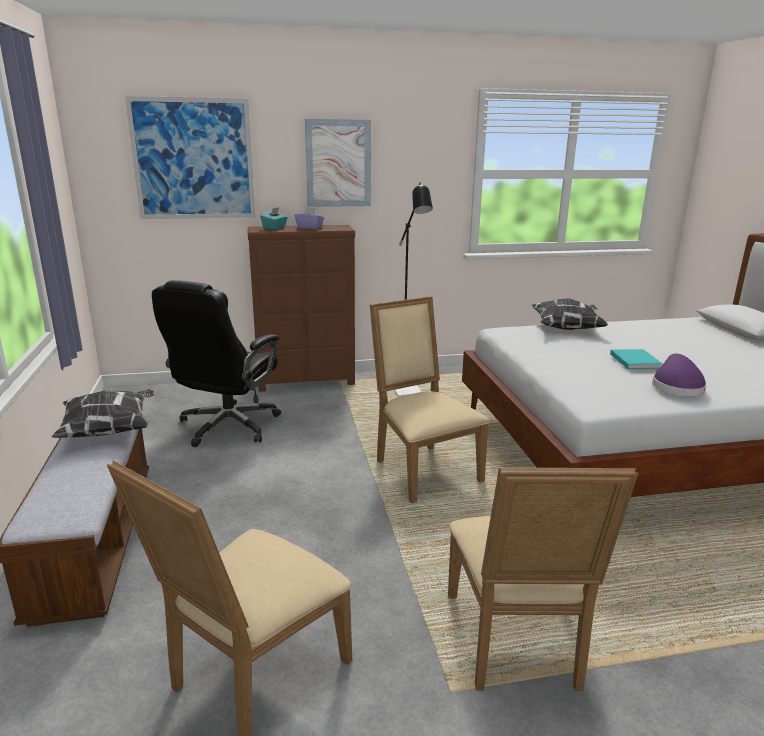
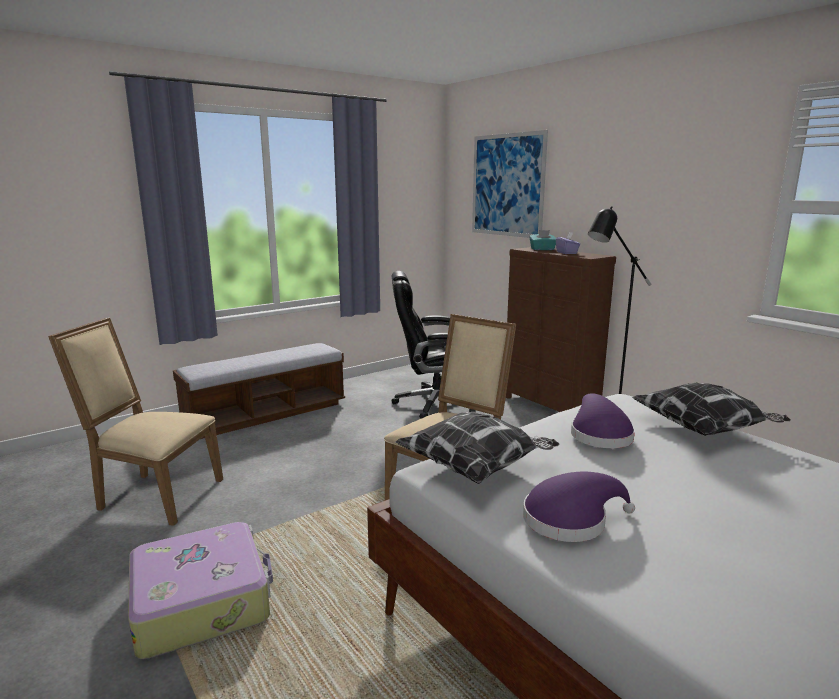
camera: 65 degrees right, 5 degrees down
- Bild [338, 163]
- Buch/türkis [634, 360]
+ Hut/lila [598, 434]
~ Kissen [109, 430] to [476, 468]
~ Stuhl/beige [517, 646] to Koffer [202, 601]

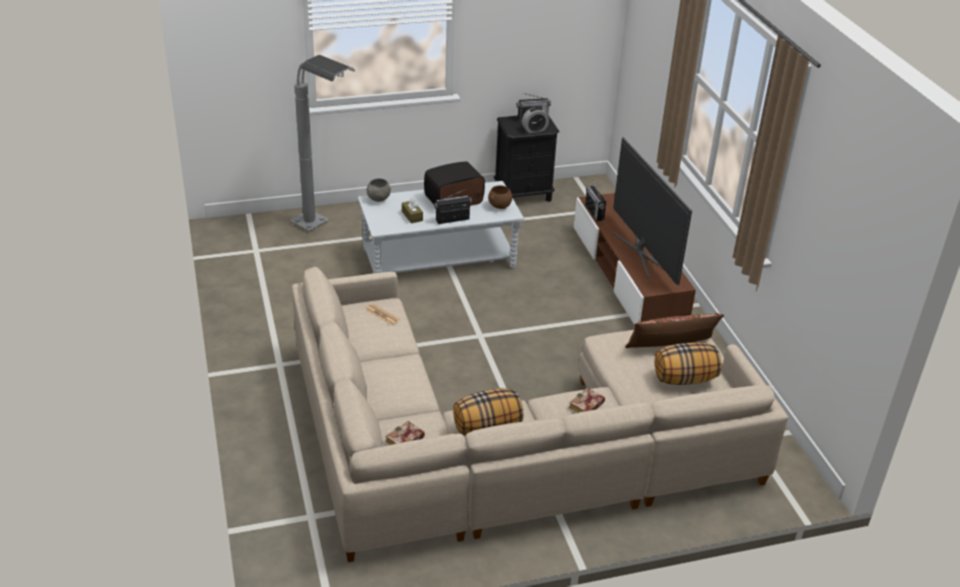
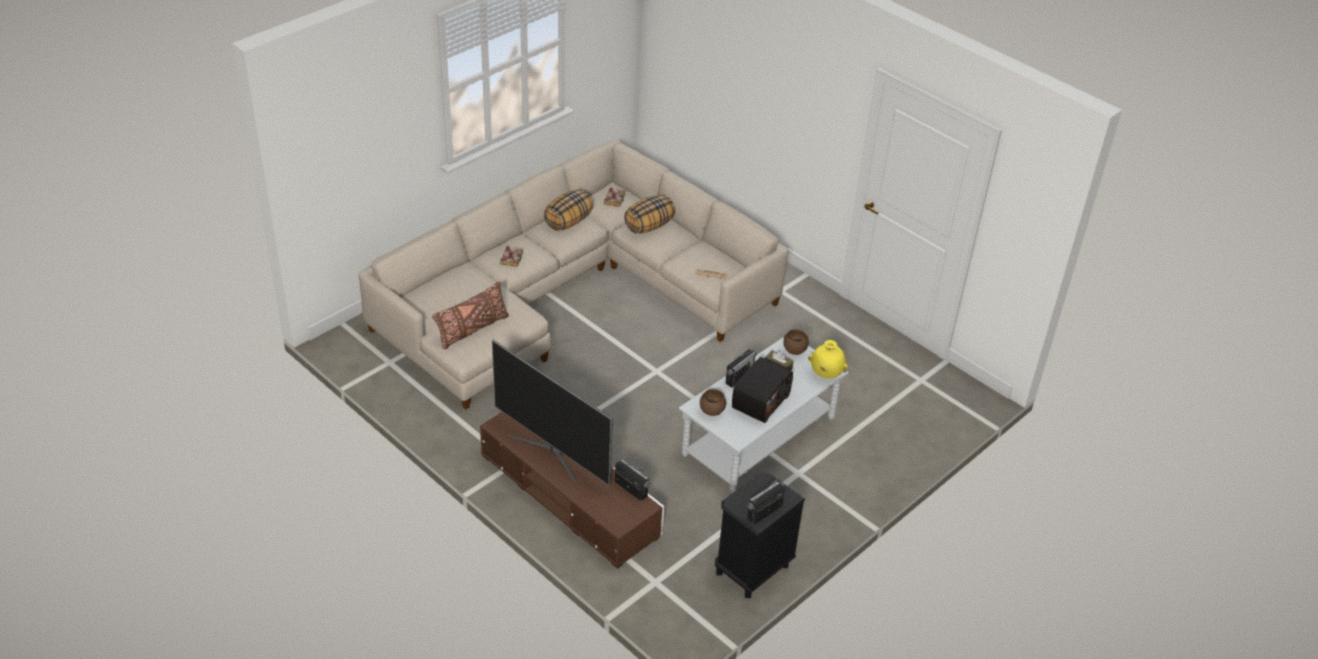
camera: 150 degrees right, 5 degrees up
- Stehlampe/grau [324, 230]
- Wecker [534, 129]
+ Schüssel/braun [794, 350]
~ Kissen [684, 379] to [649, 226]
~ Schüssel/grau [379, 199] to Vase/gelb [825, 374]

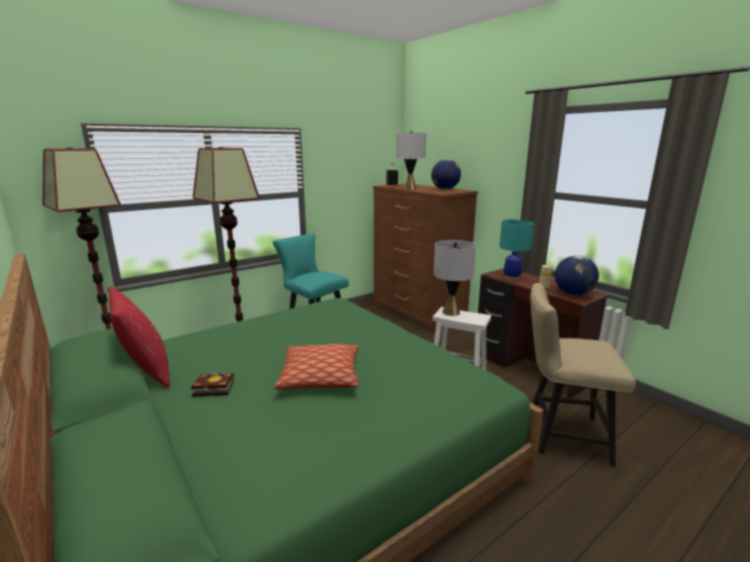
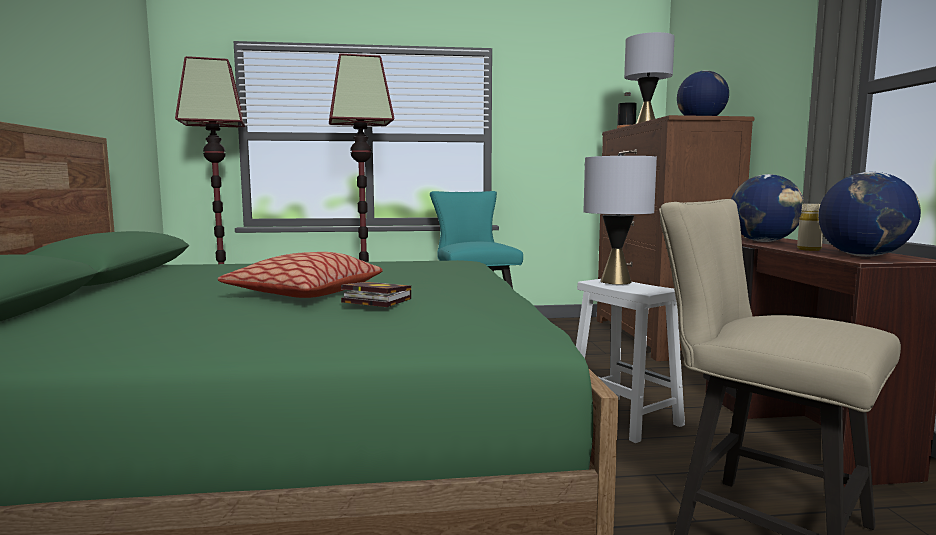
camera: 30 degrees right, 10 degrees down
- Kissen/rot [146, 372]
~ Buch [211, 388] to [373, 300]
~ Tischlampe/türkis [511, 277] to Globus [764, 241]

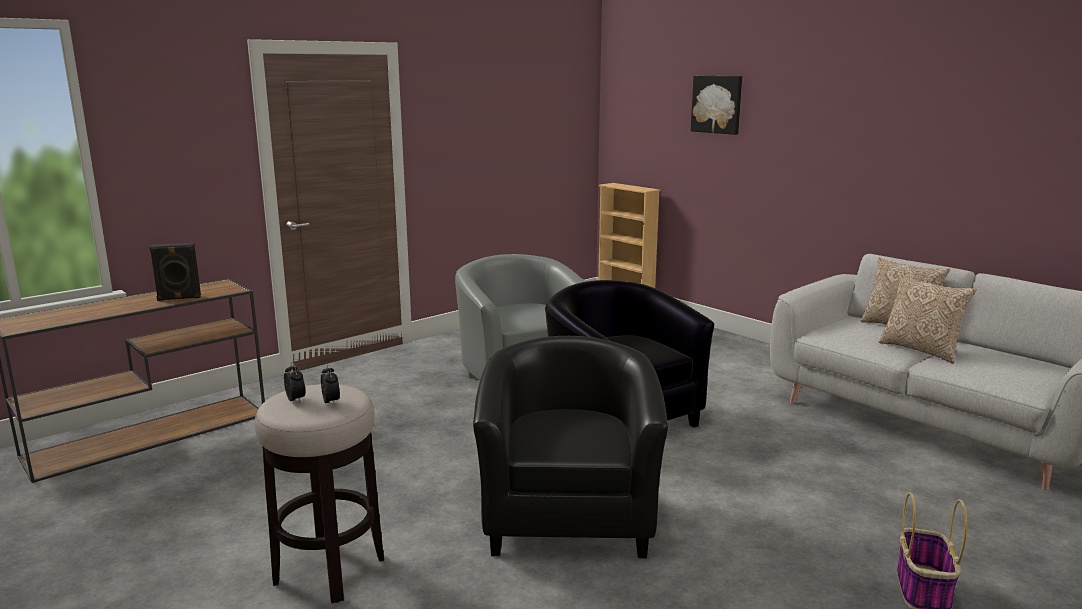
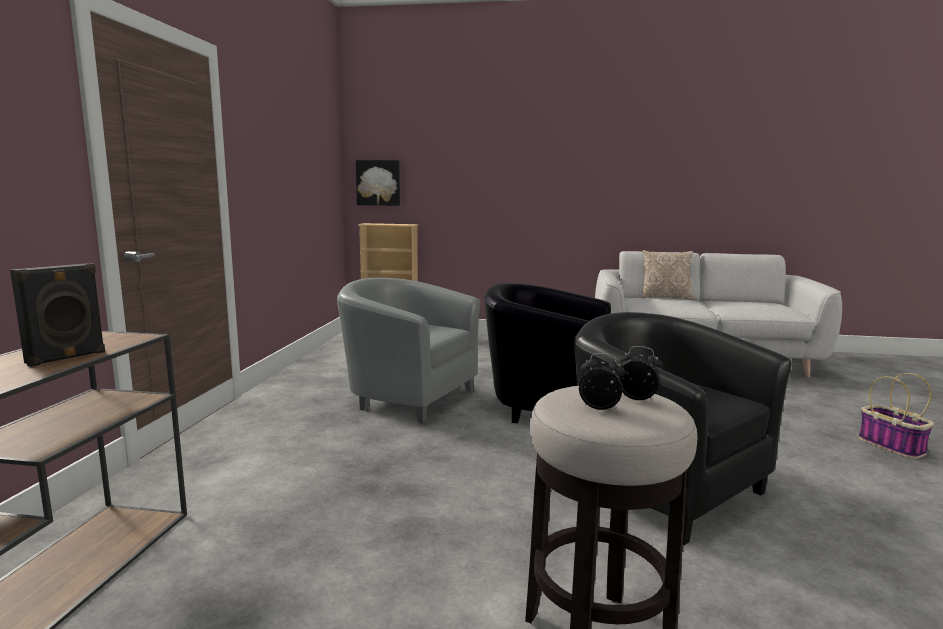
camera: 40 degrees left, 5 degrees down
- Kissen [921, 350]
~ Bild [717, 104] to [378, 183]

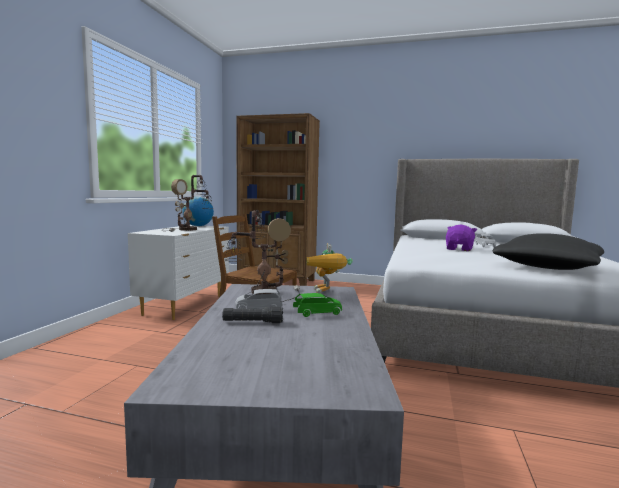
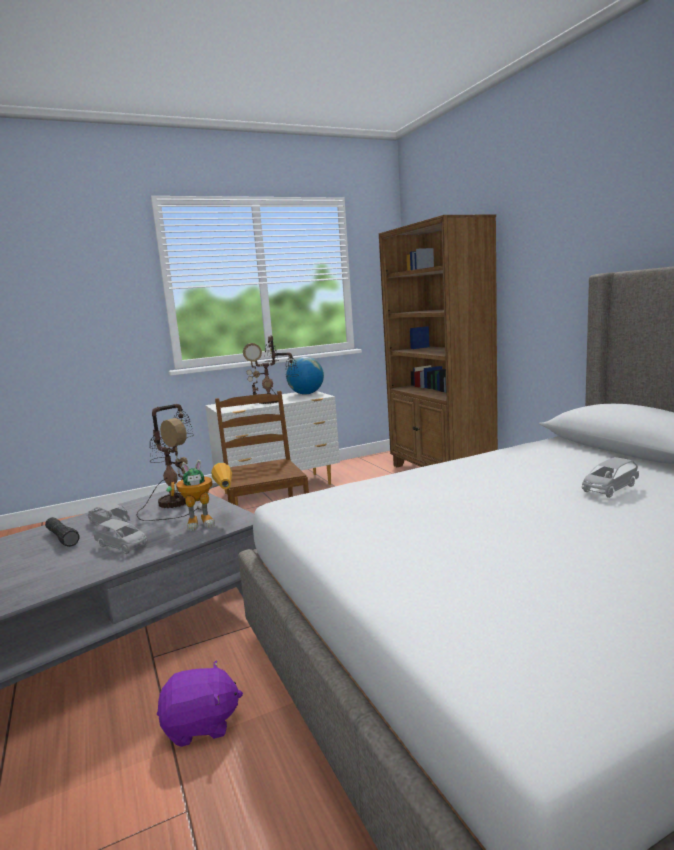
camera: 50 degrees right, 5 degrees up
- Kissen/schwarz [547, 267]
~ Plüschtier/lila [459, 249] to [201, 725]
~ Spielzeugauto/grün [318, 313] to Spielzeugauto/grau [122, 546]
~ Spielzeugroboter [327, 293] = [211, 521] 150 degrees counterclockwise

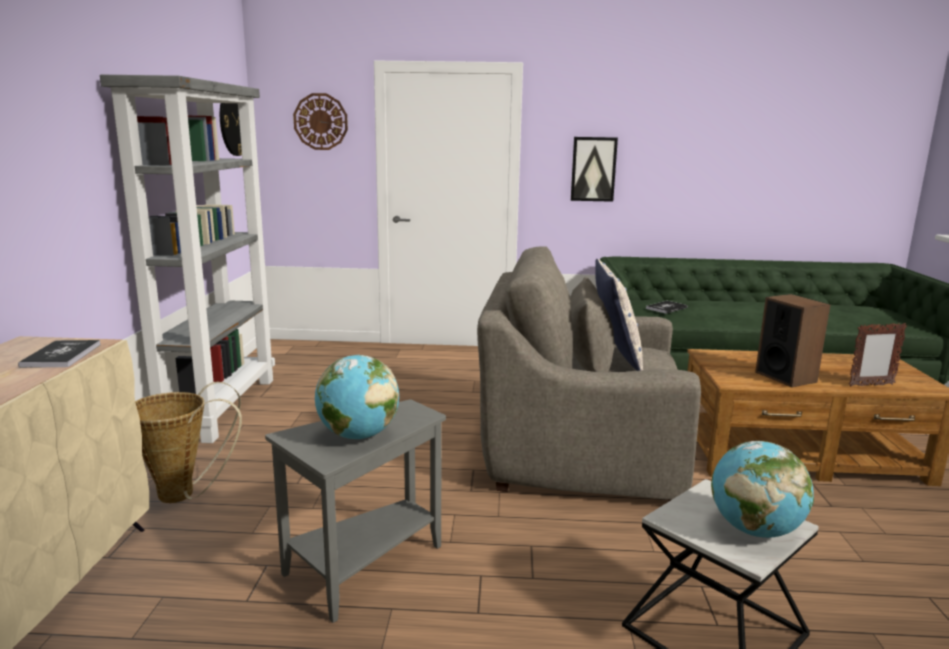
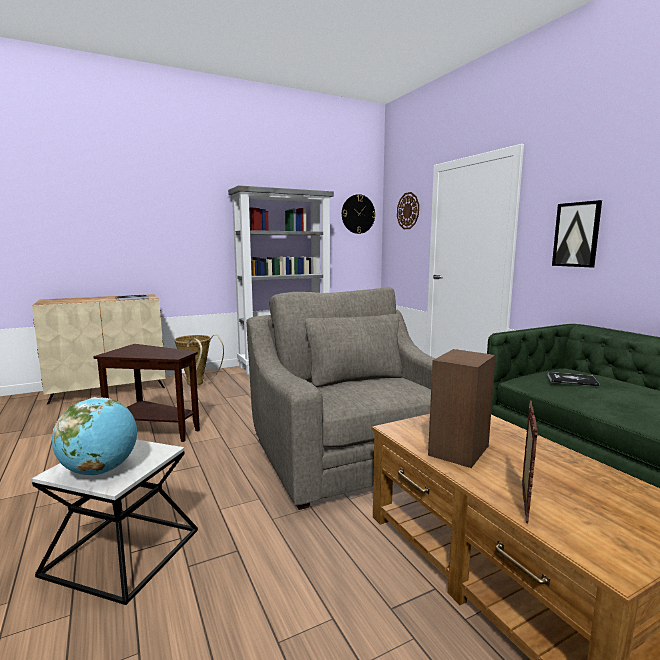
camera: 60 degrees right, 5 degrees down
- Globus [358, 436]
- Kissen [615, 358]
~ Beistelltisch/grau [362, 569] to Beistelltisch/braun [153, 431]
~ Bilderrahmen [870, 385] = [524, 503] 120 degrees counterclockwise

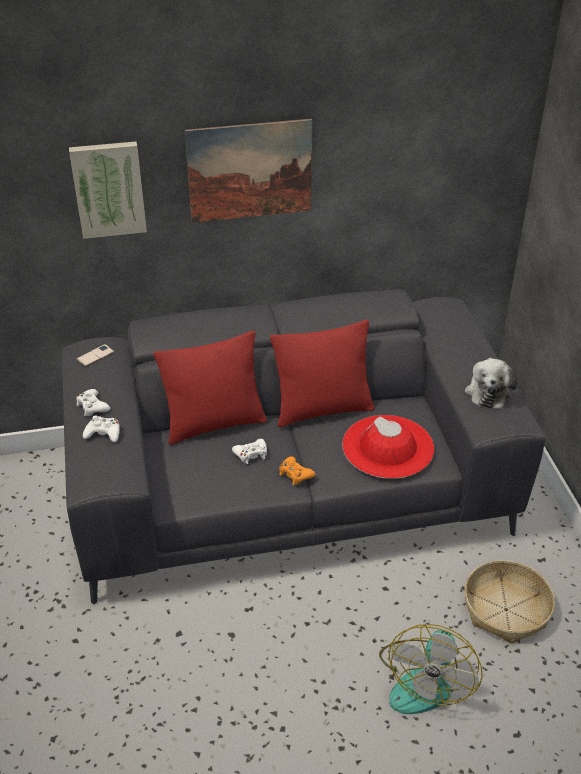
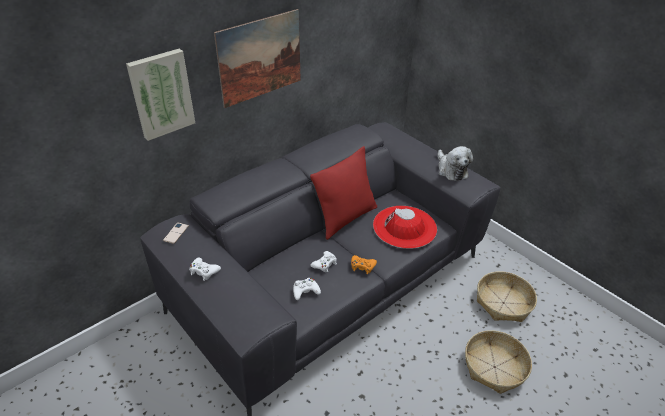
camera: 30 degrees left, 0 degrees up
- Kissen/rot [214, 424]
~ Gamepad/weiß [103, 433] to [305, 291]
~ Ventilator [424, 679] to Korb [494, 367]

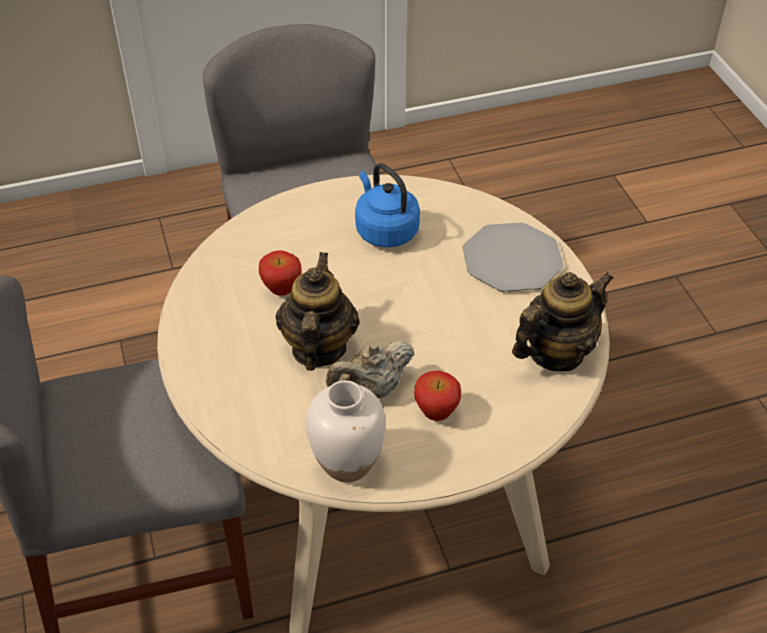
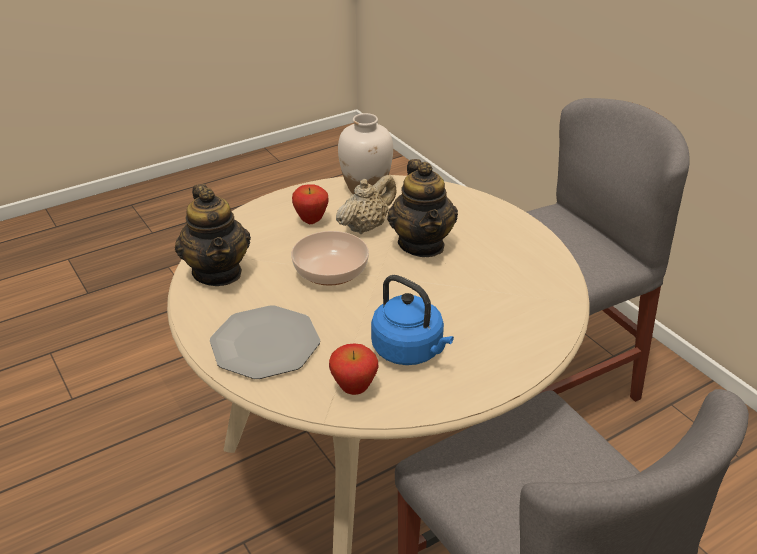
camera: 165 degrees right, 10 degrees down
+ Schüssel [331, 272]
~ Apfel [282, 290] to [354, 389]
~ Teekanne [556, 352] = [218, 272] 60 degrees counterclockwise

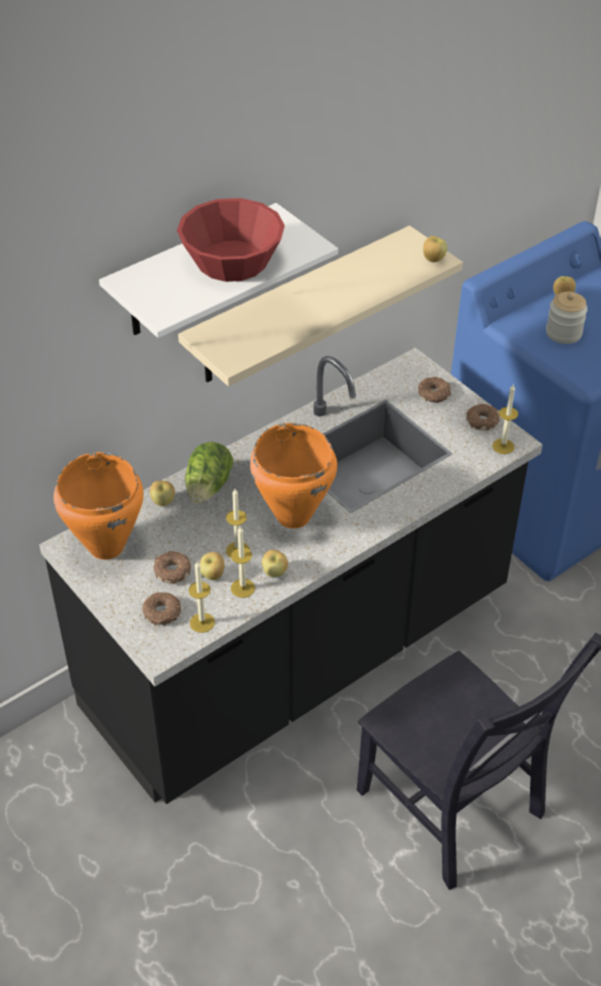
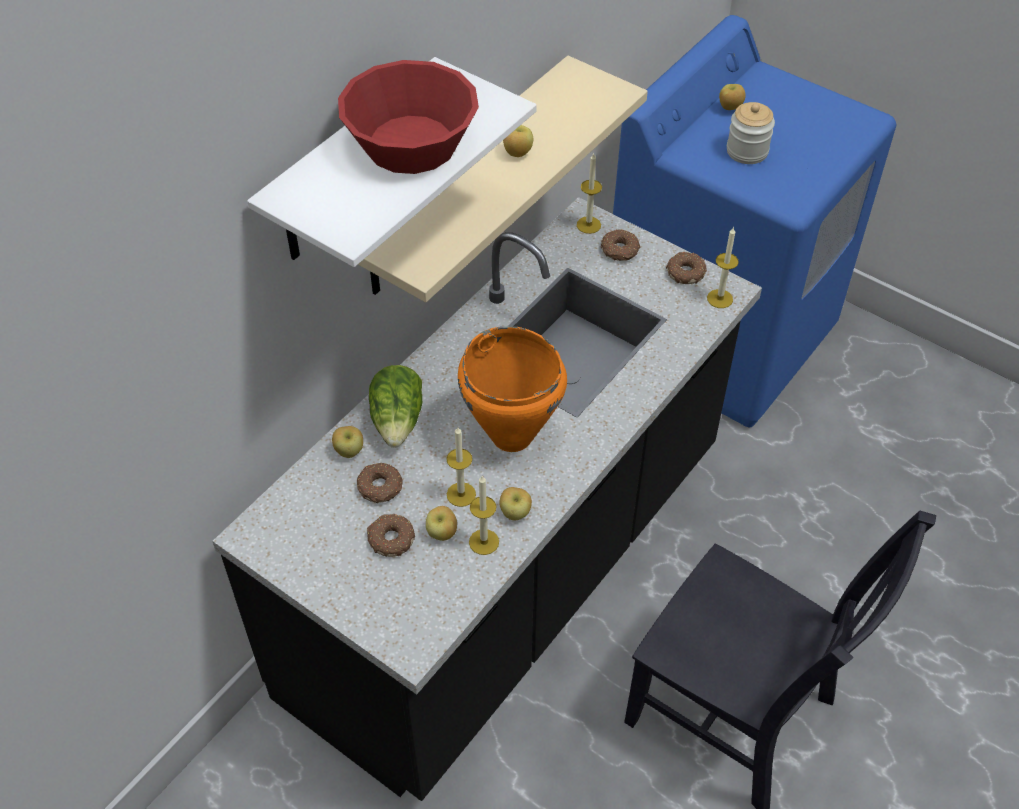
camera: 15 degrees left, 5 degrees up
- Kochtopf/orange [106, 547]
~ Donut [162, 613] to [381, 488]
~ Kerze [202, 622] to [588, 225]
~ Apfel [433, 259] to [517, 153]

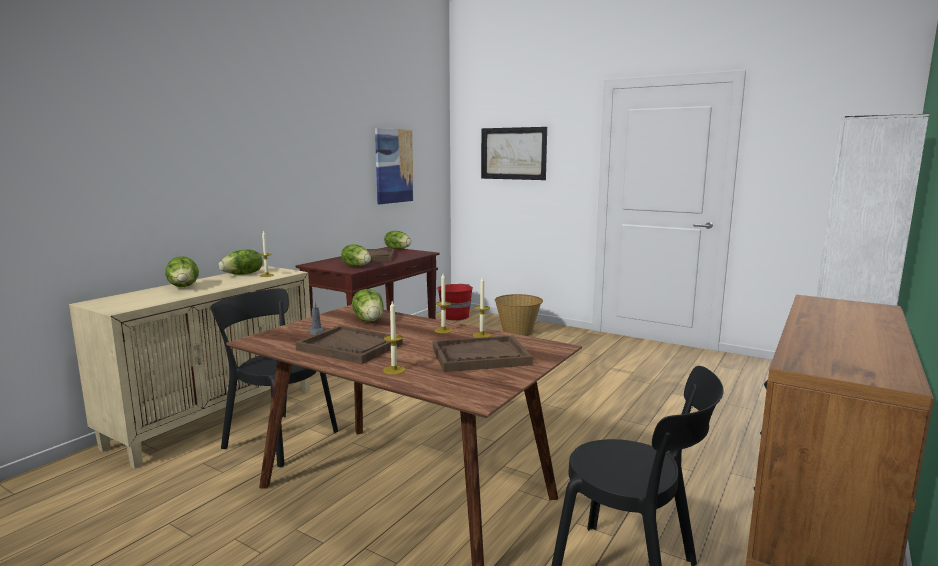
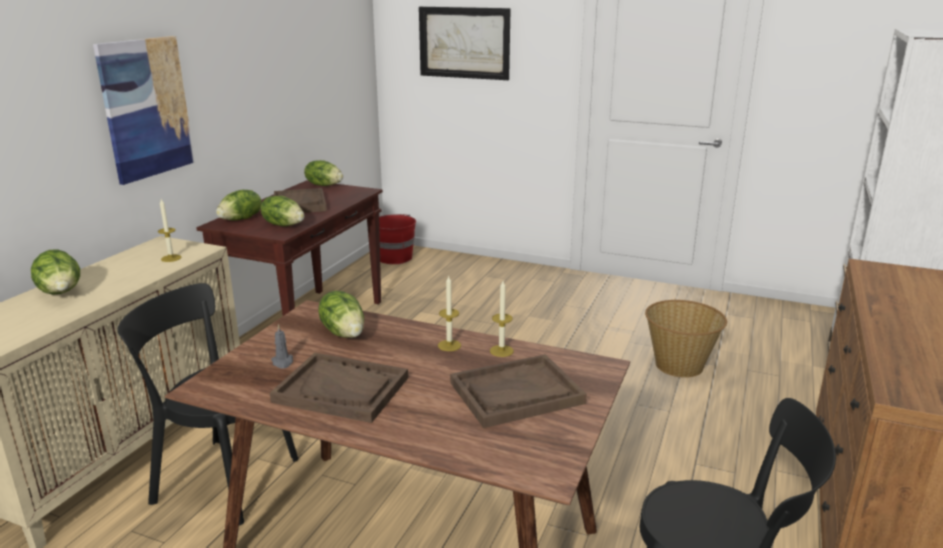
camera: 10 degrees left, 10 degrees up
- Kerze [394, 370]
~ Salatkopf [243, 274] to [241, 219]
~ Bild [394, 166] to [146, 108]
~ Korb [518, 332] to [679, 365]

